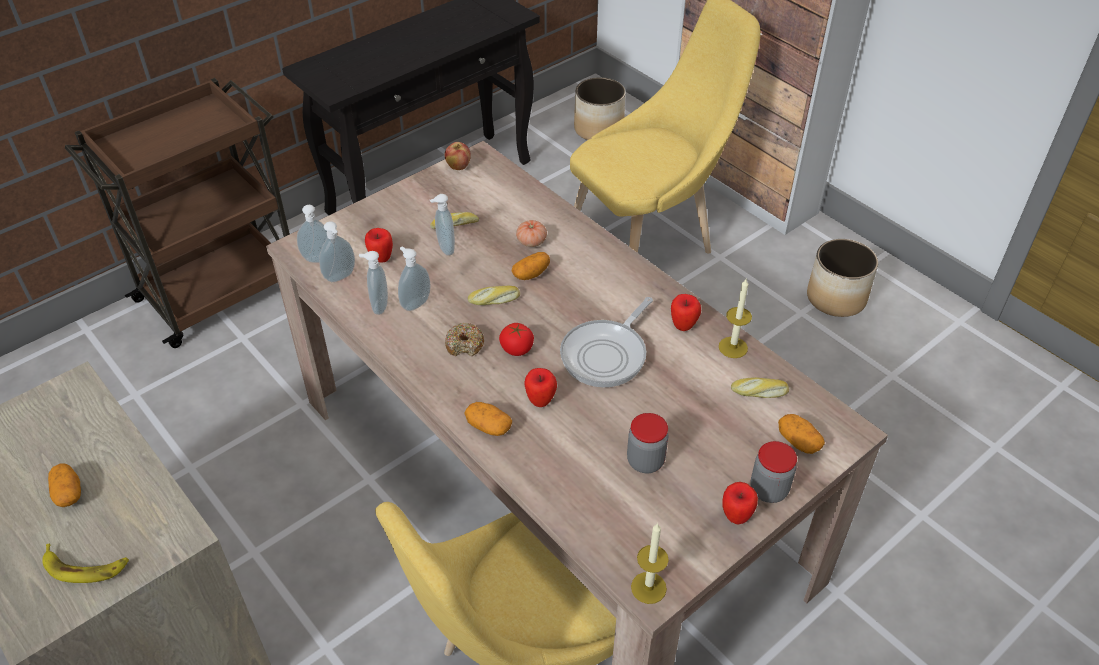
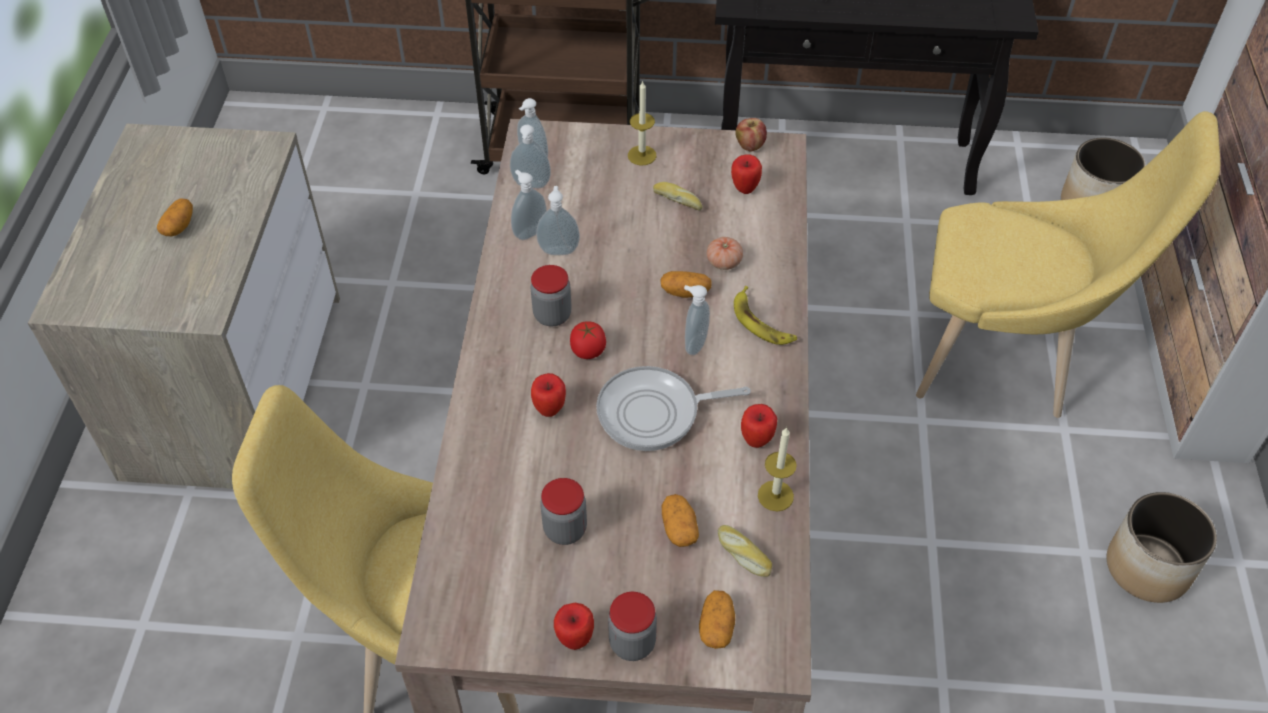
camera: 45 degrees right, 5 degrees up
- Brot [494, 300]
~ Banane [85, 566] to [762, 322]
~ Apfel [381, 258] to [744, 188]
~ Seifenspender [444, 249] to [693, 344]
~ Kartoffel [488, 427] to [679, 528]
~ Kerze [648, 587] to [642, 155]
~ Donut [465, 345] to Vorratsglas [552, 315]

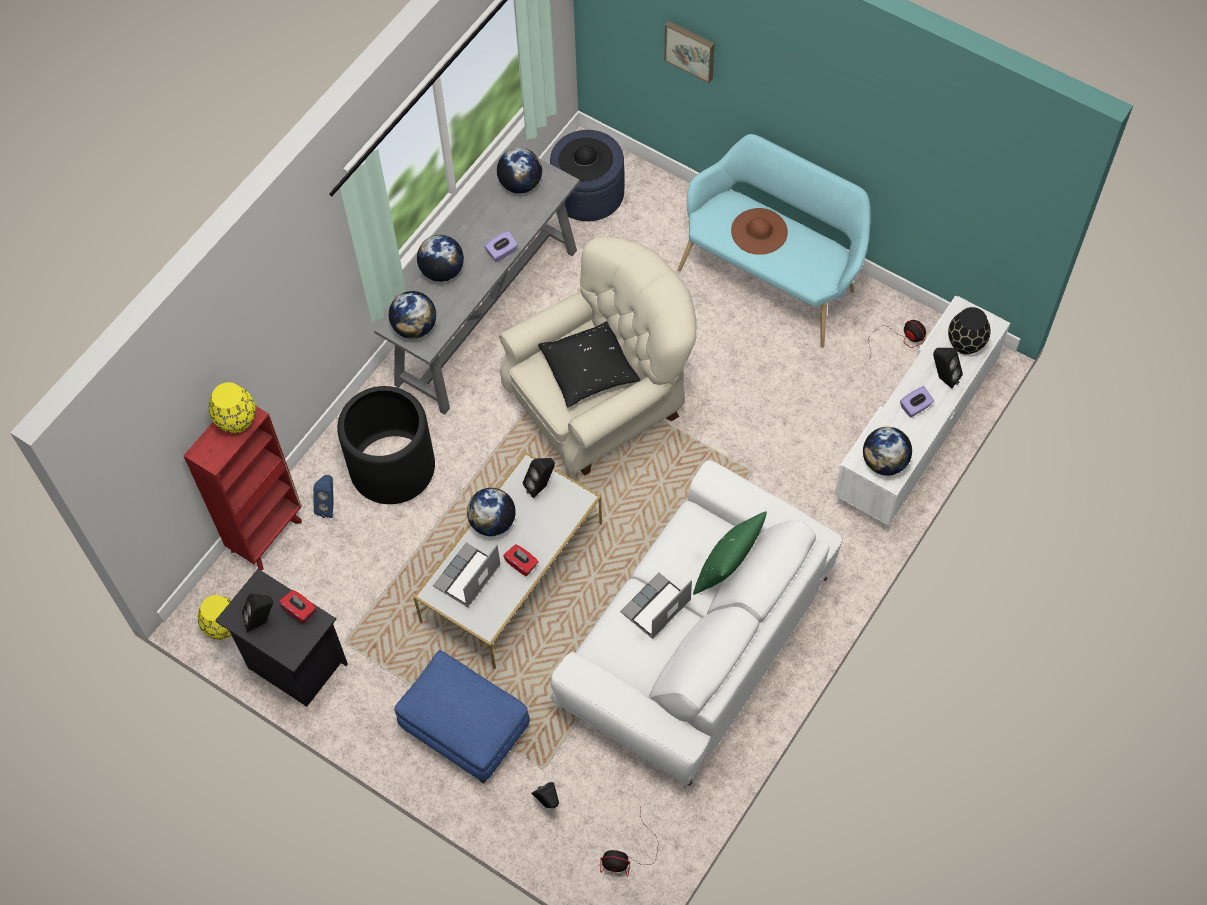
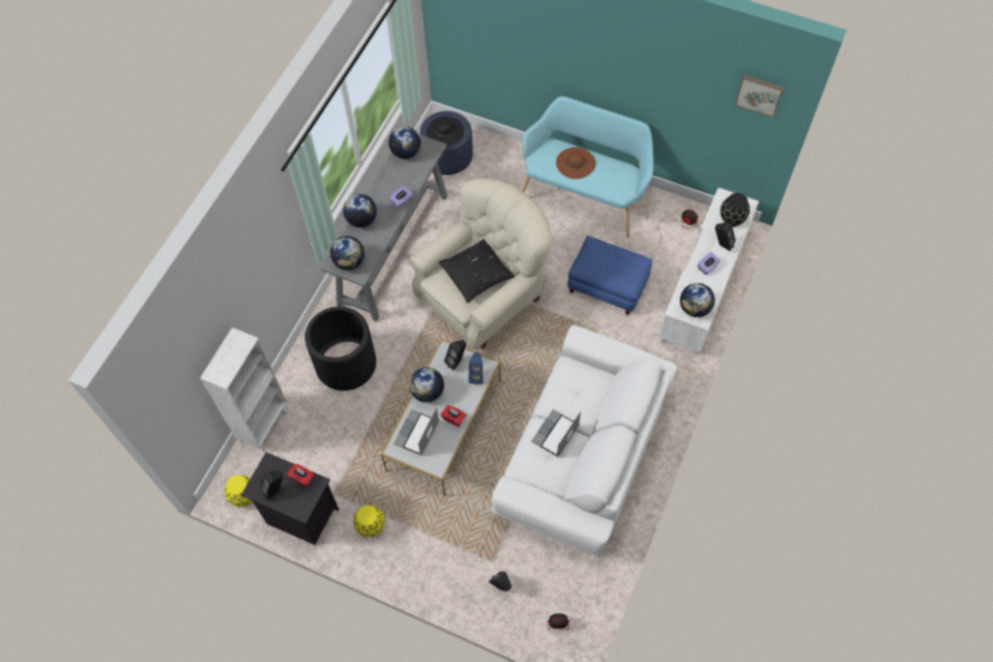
camera: 10 degrees left, 0 degrees up
- Kissen/grün [727, 569]
~ Vase/gelb [237, 420] to [371, 526]
~ Lautsprecher/blau [329, 505] to [476, 375]
~ Polsterhocker/blau [464, 728] to [607, 285]
~ Bild [690, 50] to [759, 94]
~ Bücherregal/rot [267, 534] to Bücherregal/weiß [265, 425]

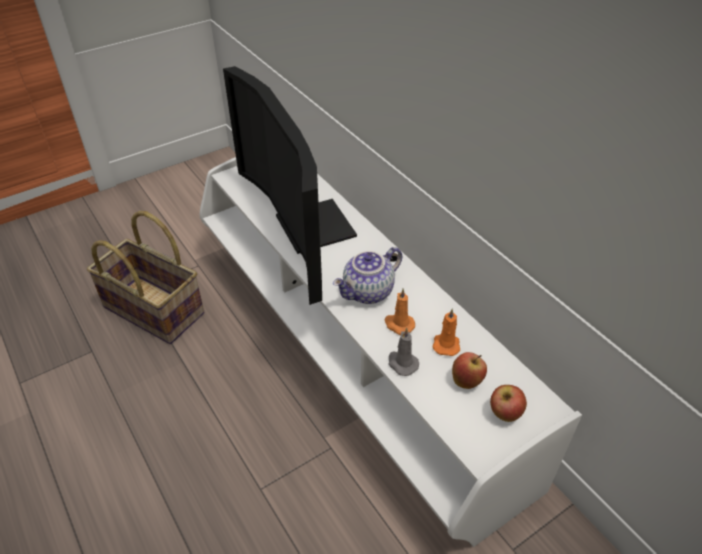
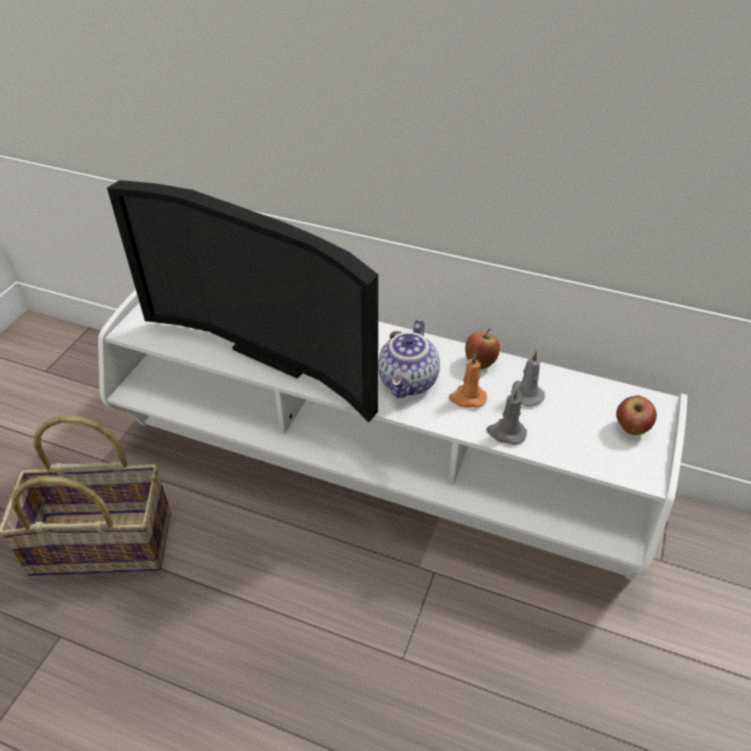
camera: 35 degrees left, 0 degrees up
~ Apfel [467, 381] to [480, 362]
~ Kerze/orange [446, 344] to Kerze/grau [525, 394]

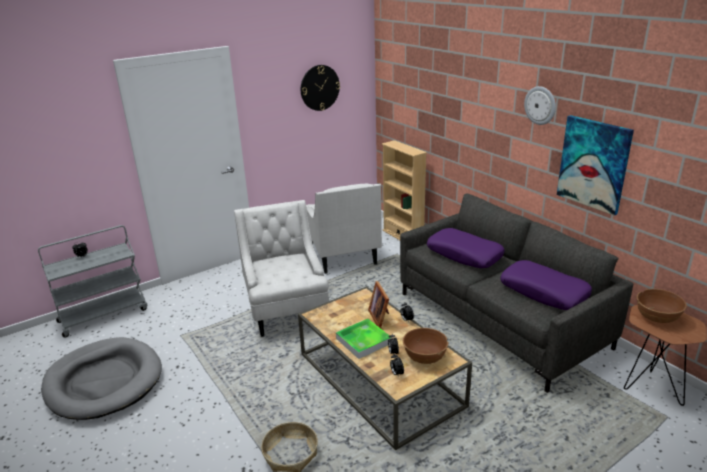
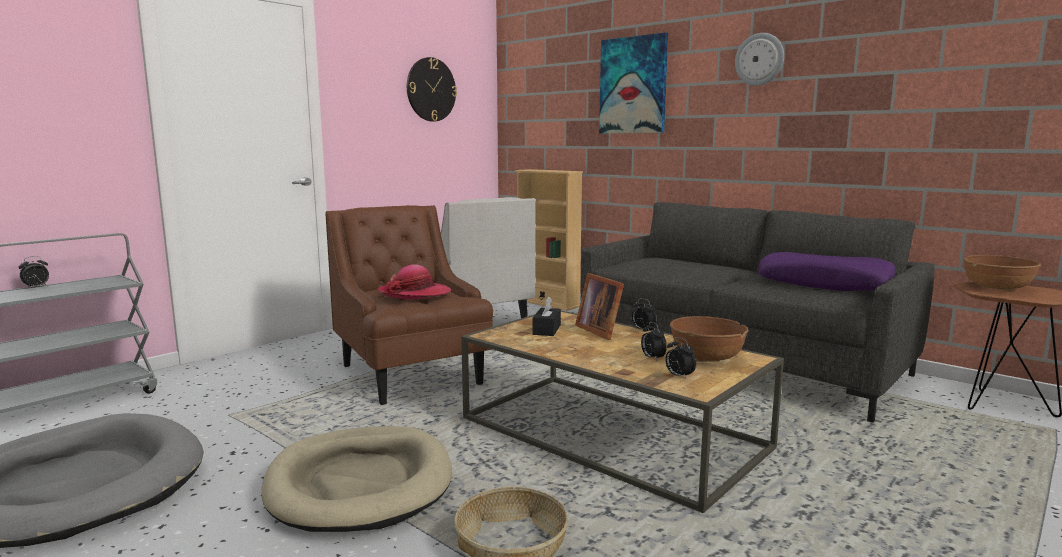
camera: 15 degrees left, 15 degrees down
- Tablett [363, 341]
- Kissen/lila [464, 255]
+ Hundebett/beige [360, 484]
+ Hut [415, 293]
+ Taschentuchbox/schwarz [546, 329]
~ Bild [593, 164] to [633, 85]
~ Sessel/weiß [286, 310] to Sessel/braun [411, 375]

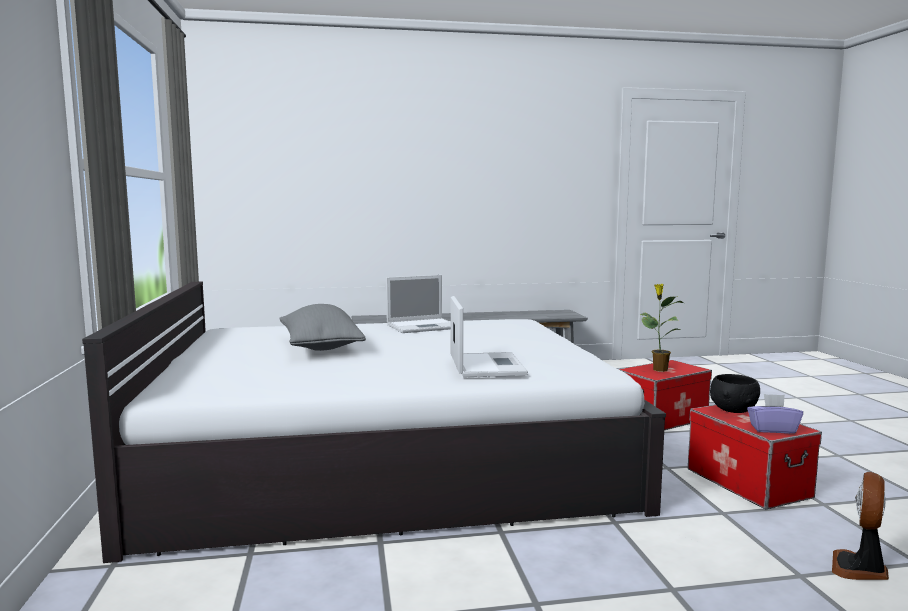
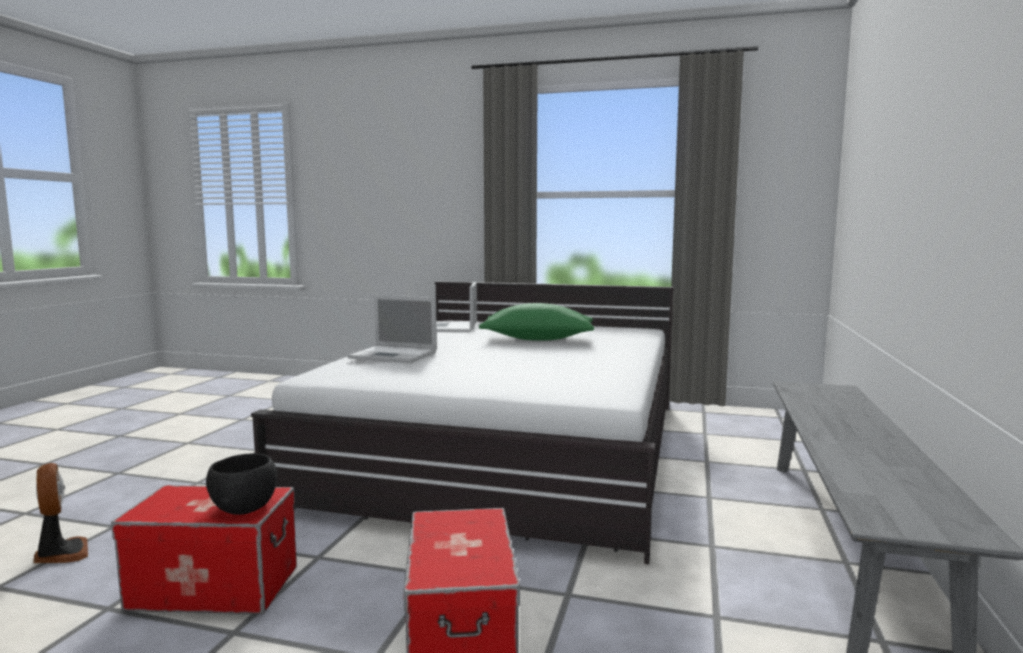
camera: 115 degrees right, 0 degrees up
- Topfpflanze [659, 369]
- Taschentuchbox/lila [772, 429]
~ Laptop [424, 326] to [453, 328]
~ Kissen/grau [320, 347] to Kissen/grün [537, 339]

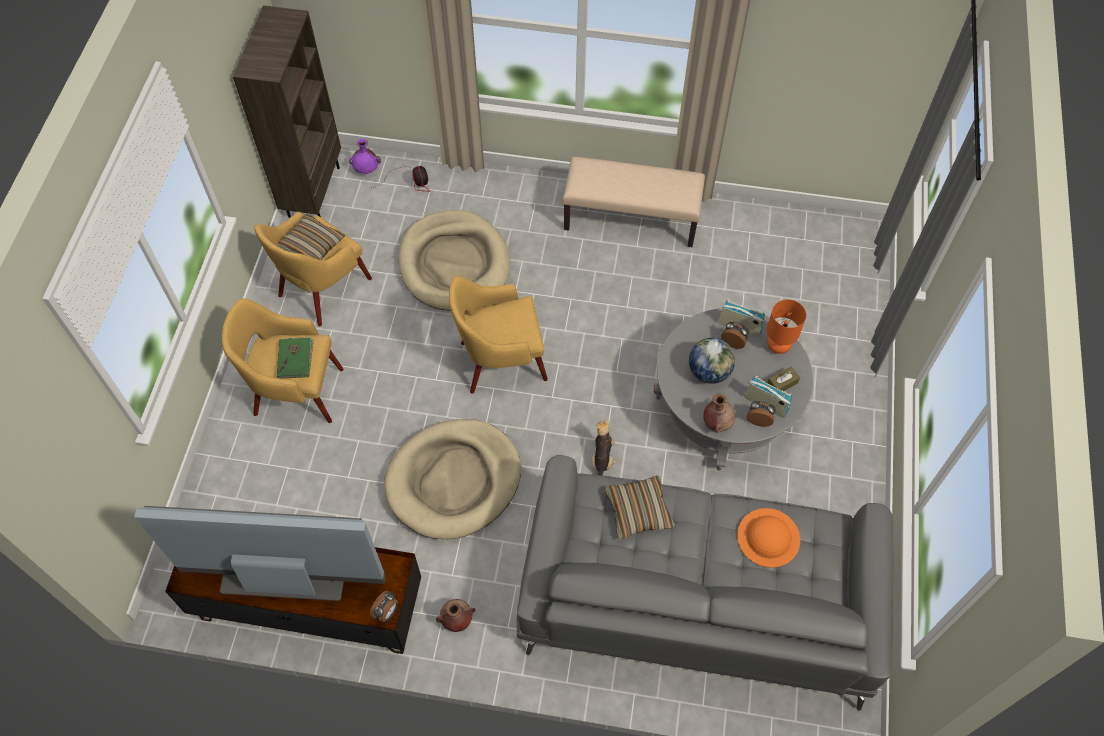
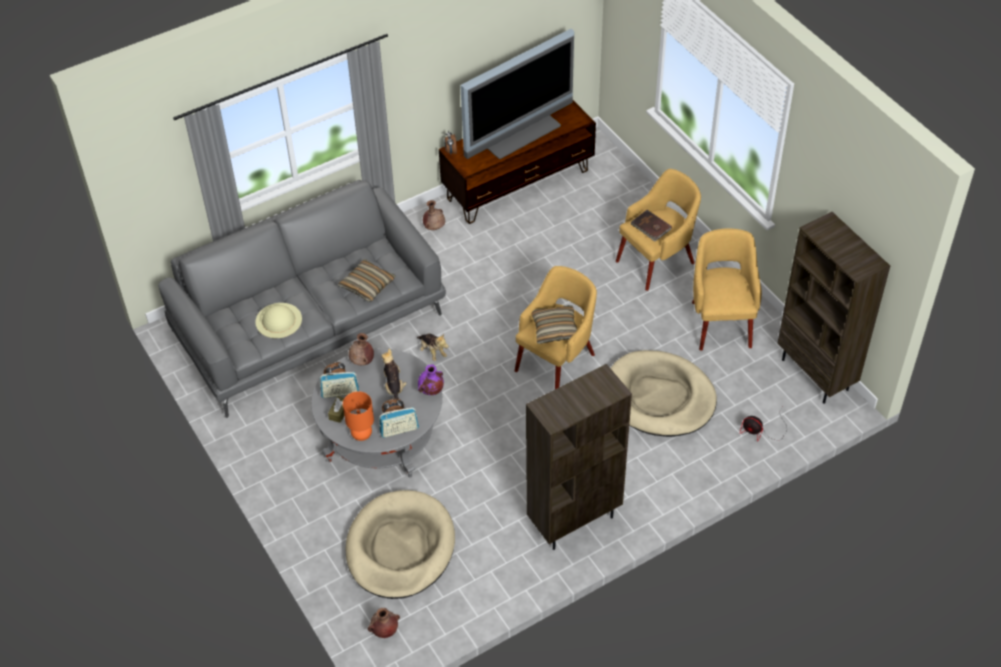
camera: 140 degrees right, 10 degrees down
+ Vase/braun [384, 630]
~ Kissen [312, 246] to [555, 329]
~ Vase/lila [367, 170] to [431, 390]
~ Hundebett/beige [454, 481] to [400, 548]
~ Bank/beige [631, 219] to Bücherregal/braun [574, 522]
~ Globus [709, 372] to Plüschtier [394, 387]
~ Buch/grün [295, 359] to Buch/braun [651, 227]
~ Hut/orange [768, 537] to Hut/beige [278, 320]

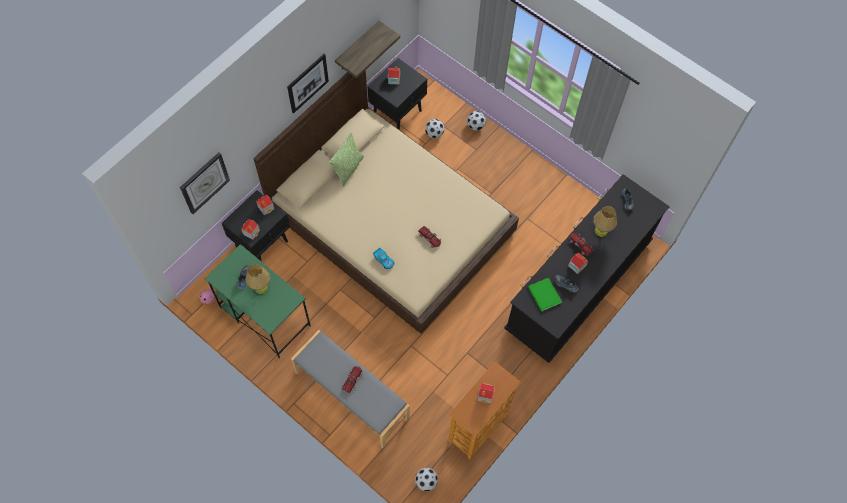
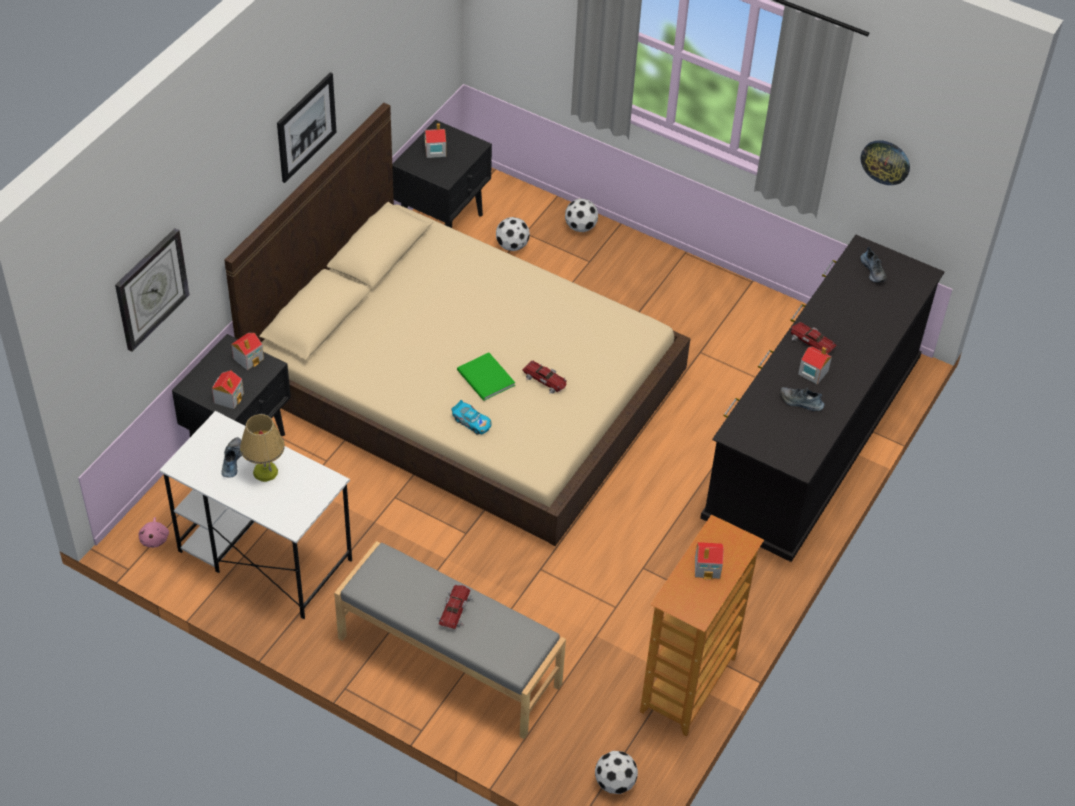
camera: 10 degrees left, 15 degrees down
- Kissen [348, 169]
- Wandregal [357, 47]
- Tischlampe [601, 231]
+ Wanduhr [885, 161]
~ Buch/grün [544, 296] to [485, 379]
~ Schreibtisch/grün [264, 316] to Schreibtisch/weiß [263, 555]

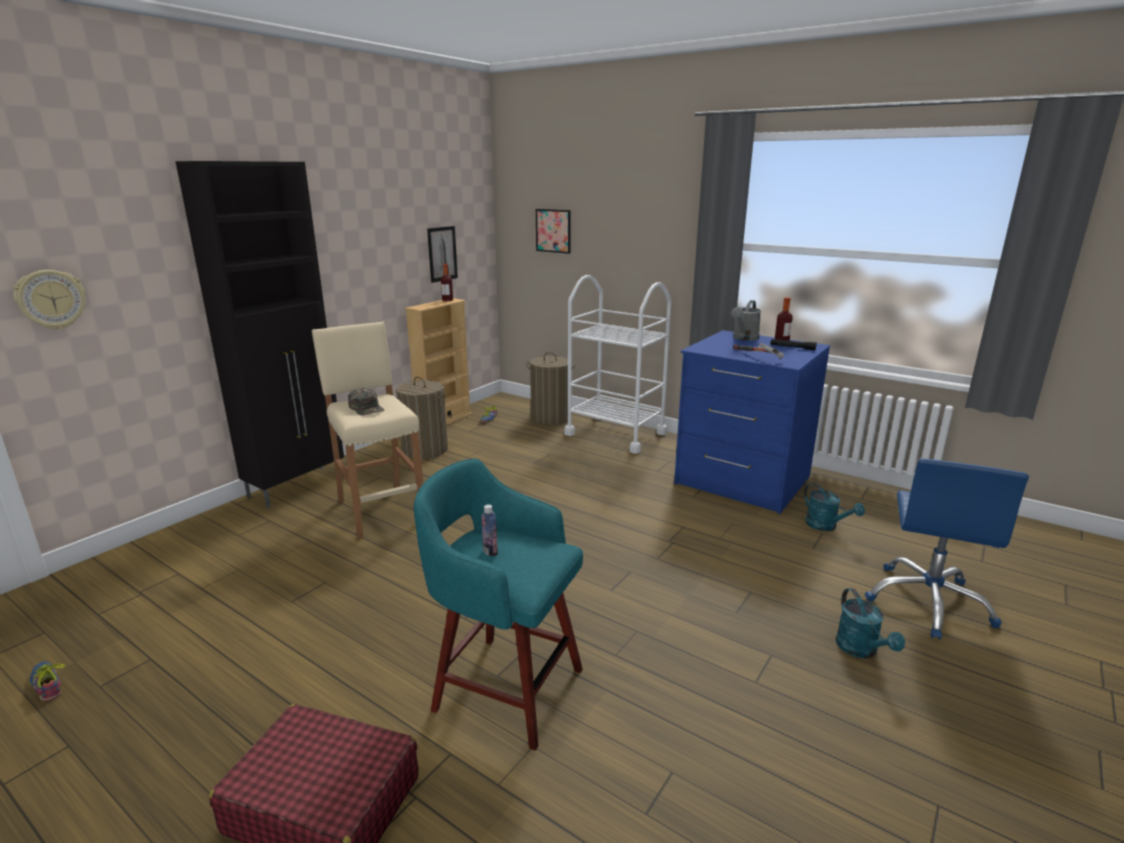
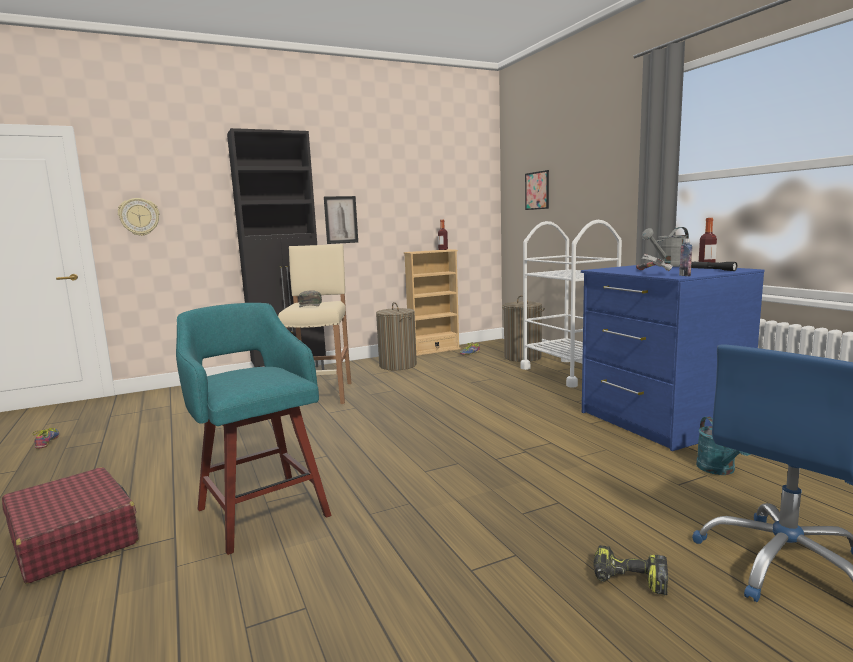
camera: 30 degrees right, 10 degrees down
~ Bild [442, 254] to [341, 220]
~ Flasche [490, 552] to [684, 275]
~ Gießkanne/türkis [861, 650] to Bohrmaschine [628, 581]

